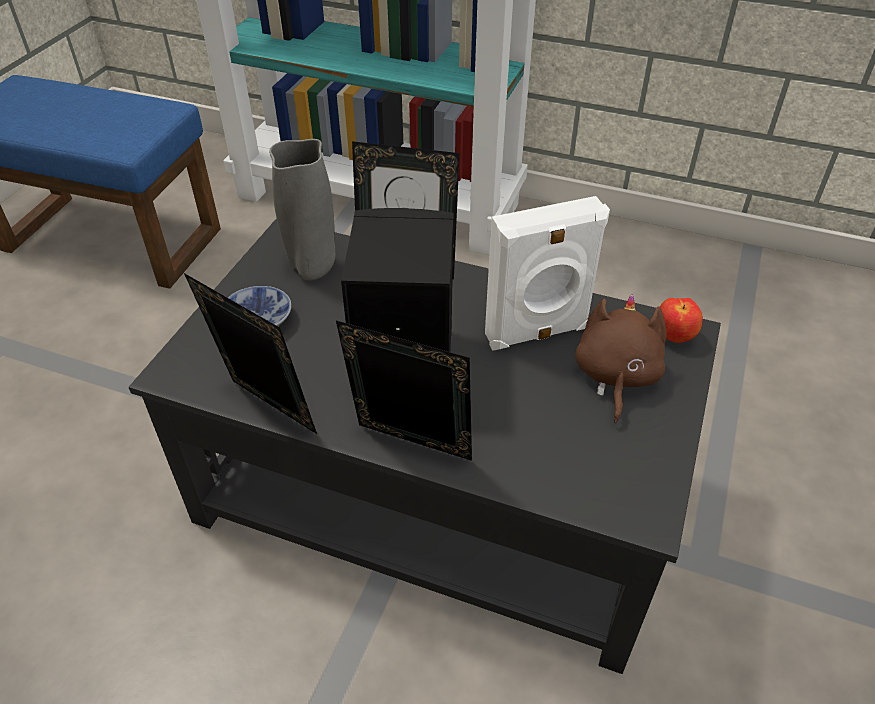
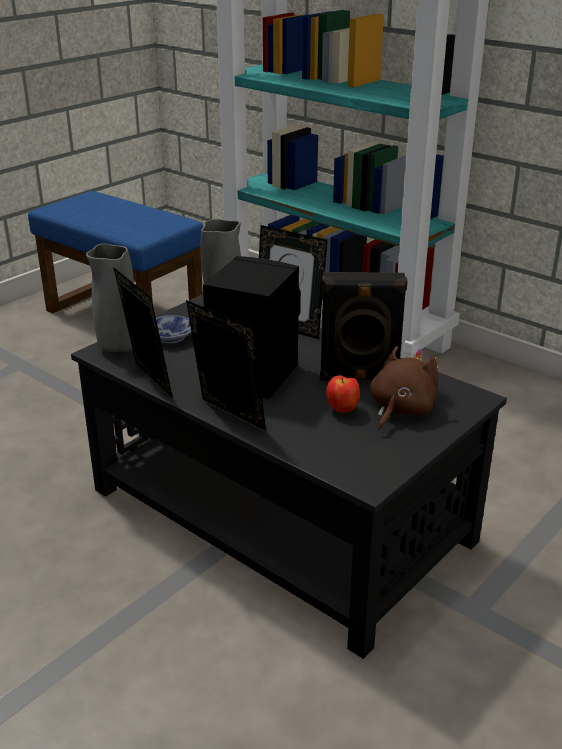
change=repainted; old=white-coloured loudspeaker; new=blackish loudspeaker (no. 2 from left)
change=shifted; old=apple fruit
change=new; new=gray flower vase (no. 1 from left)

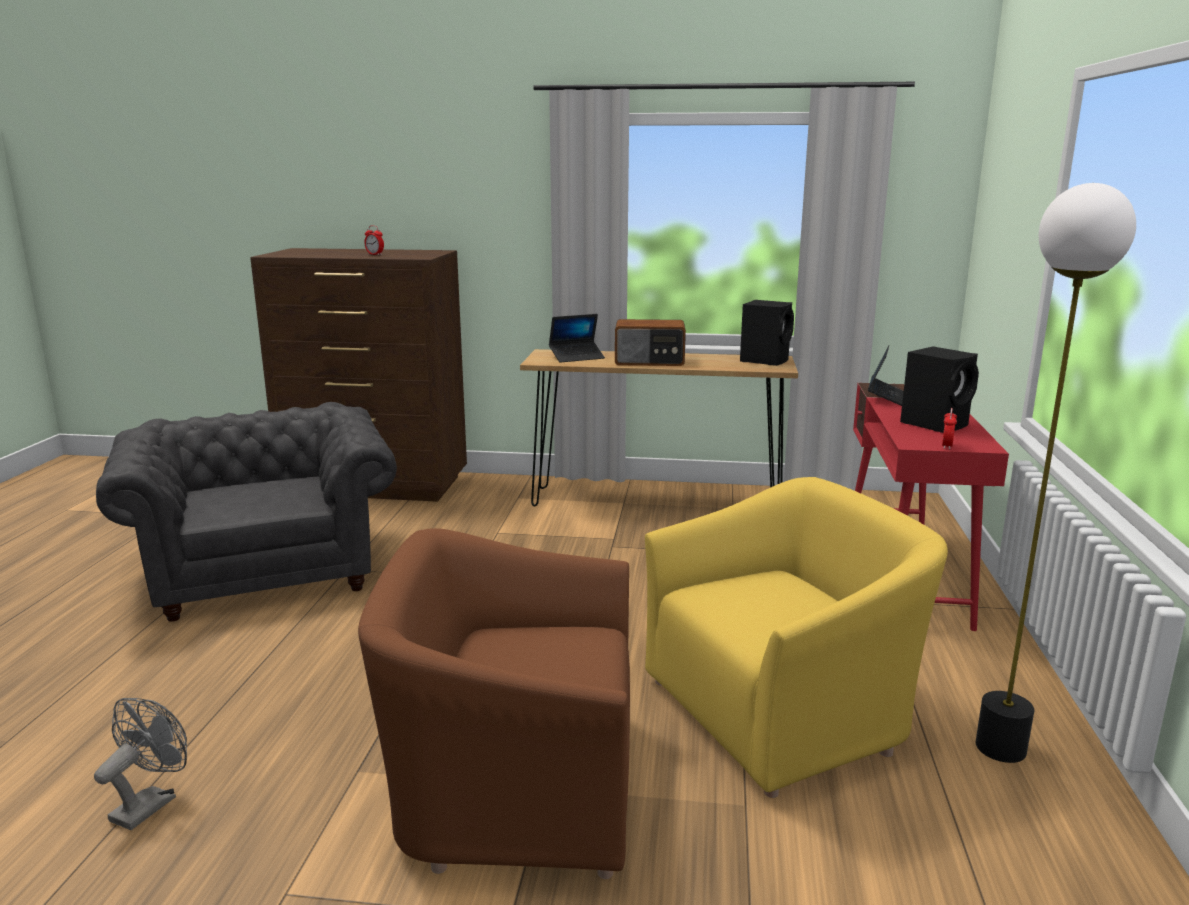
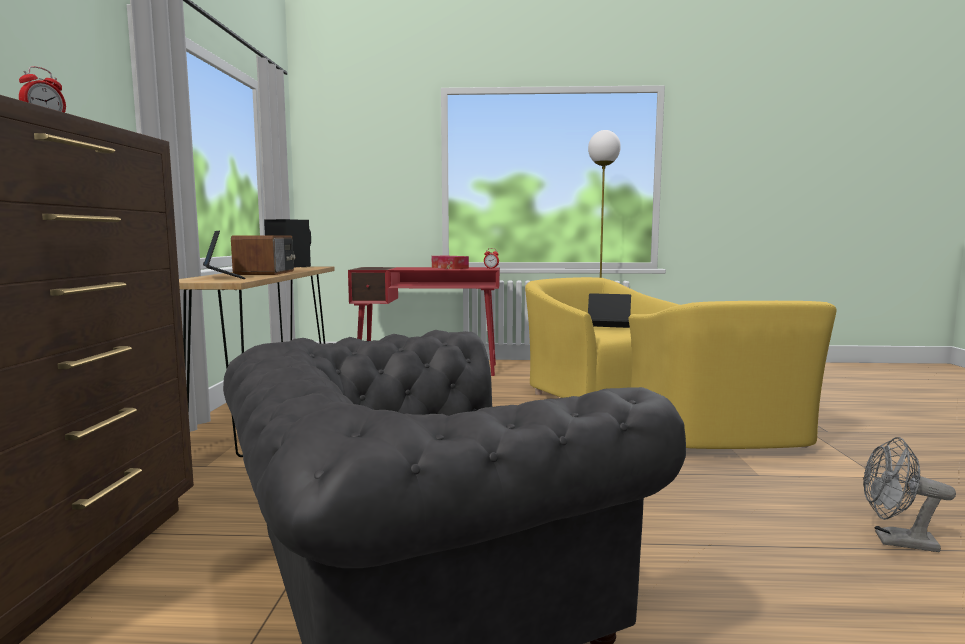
change=repainted; old=brown-coloured armchair; new=yellow-coloured armchair (no. 2 from left)
change=shifted; old=notebook computer (no. 2 from left)
change=swapped; old=blackish loudspeaker (no. 2 from left); new=tissue box

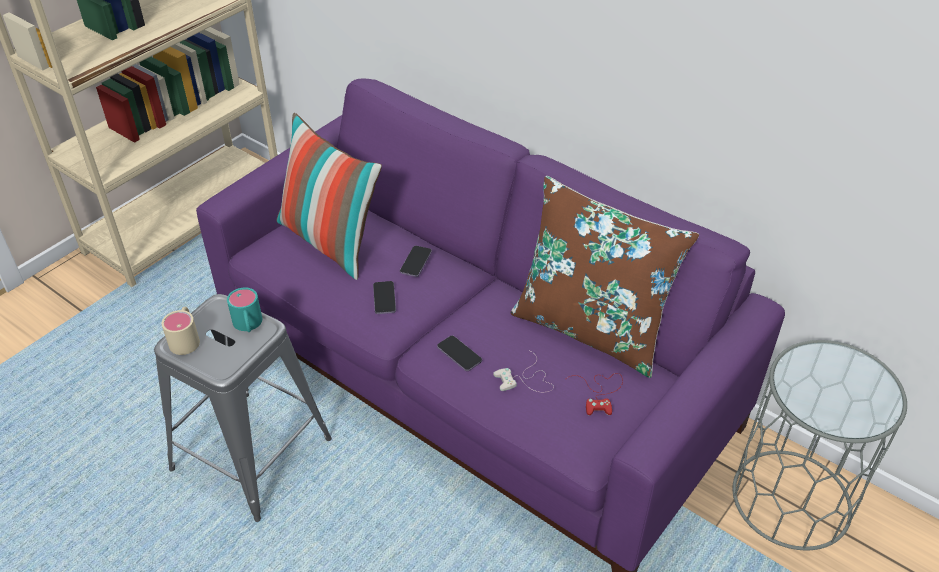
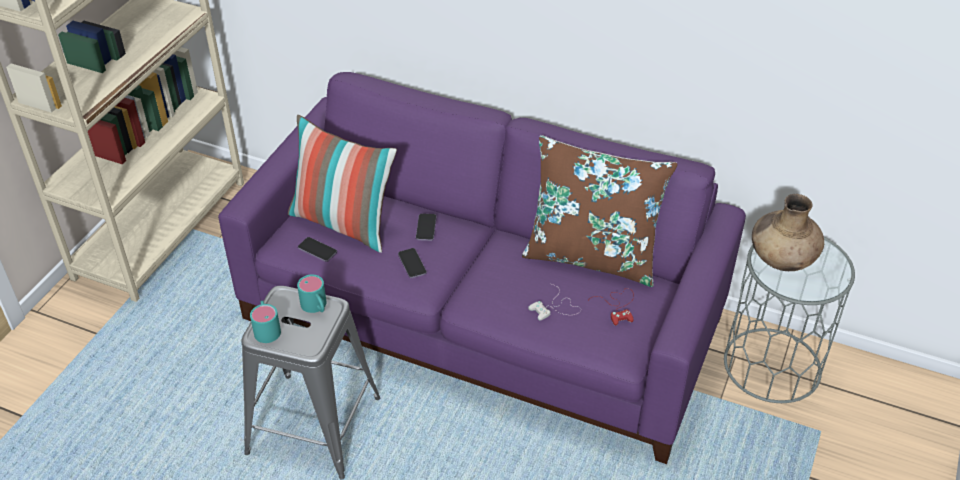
change=repainted; old=sand-coloured tea mug; new=turquoise tea mug (no. 1 from left)
change=shifted; old=phone (no. 3 from left in the first image); new=phone (no. 1 from left)
change=new; new=brown-coloured flower vase

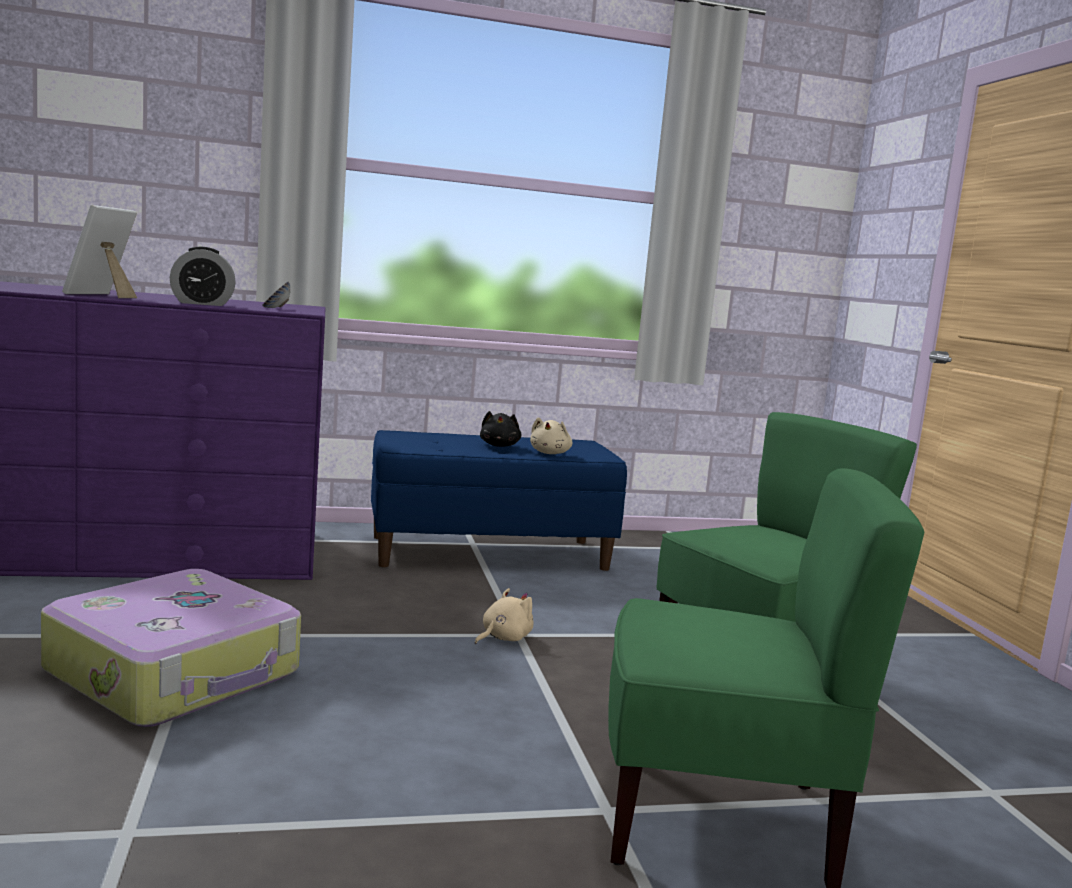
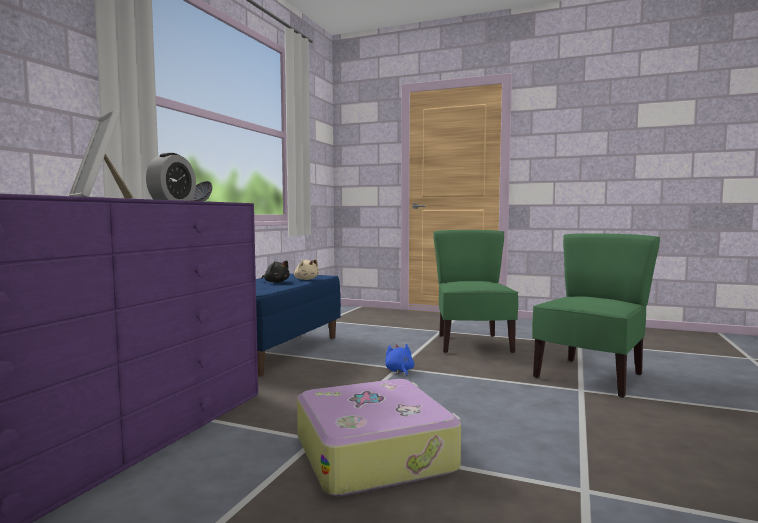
change=repainted; old=sand-coloured cuddly toy (no. 1 from left); new=blue cuddly toy

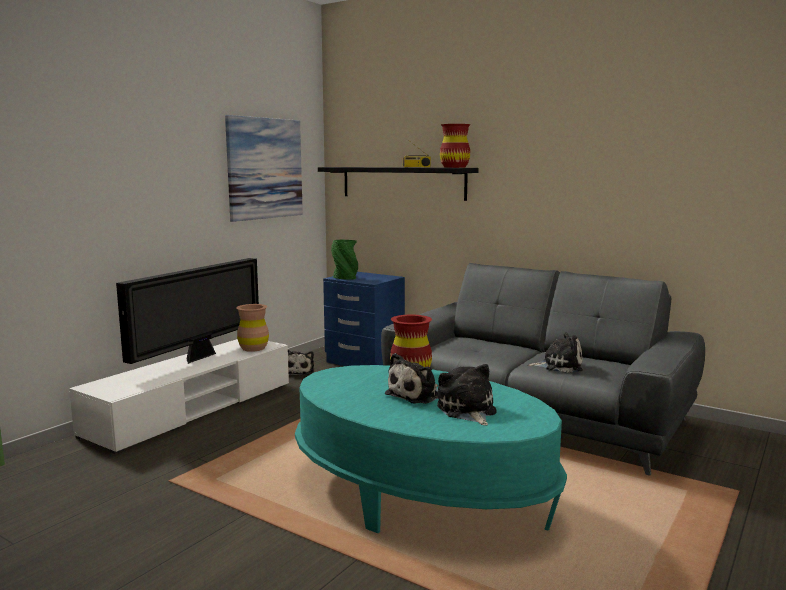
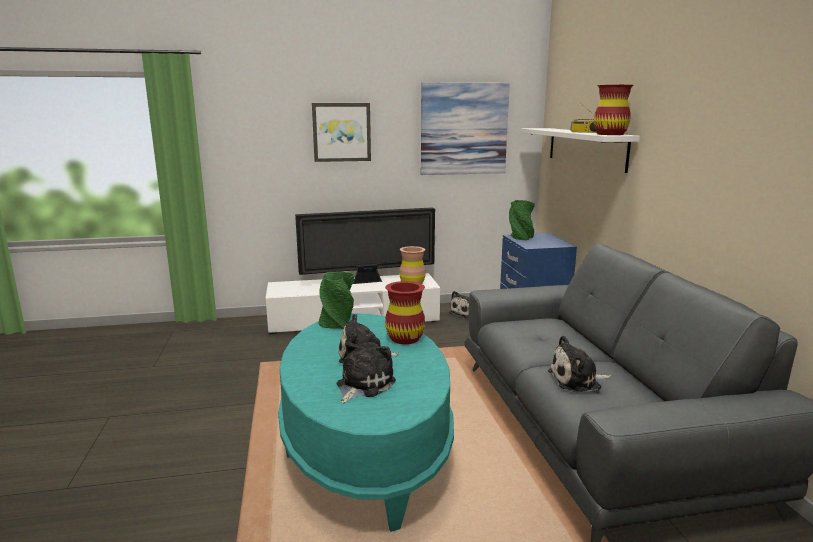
change=repainted; old=blackish bracket shelf; new=white-coloured bracket shelf
change=rotated; old=cuddly toy (no. 4 from left); degrees=120
change=new; new=wall picture (no. 1 from left)
change=new; new=green-coloured flower vase (no. 1 from left)

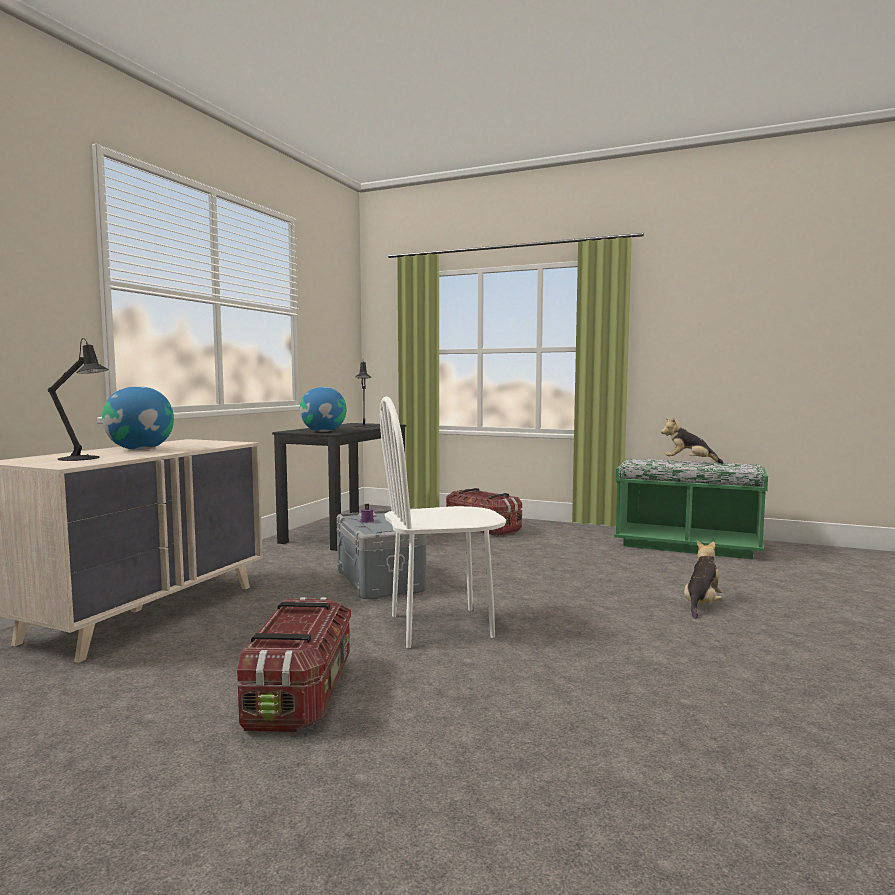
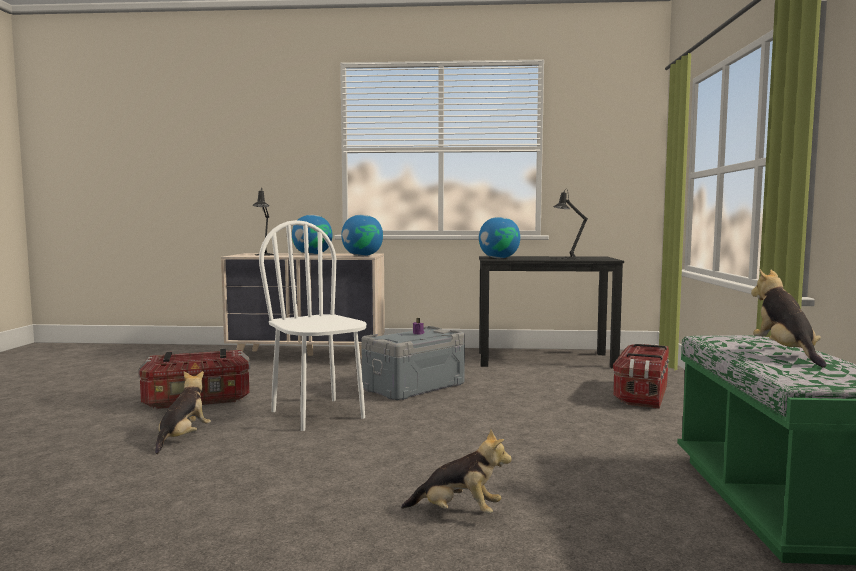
change=new; new=cuddly toy (no. 1 from left)
change=new; new=world globe (no. 2 from left)

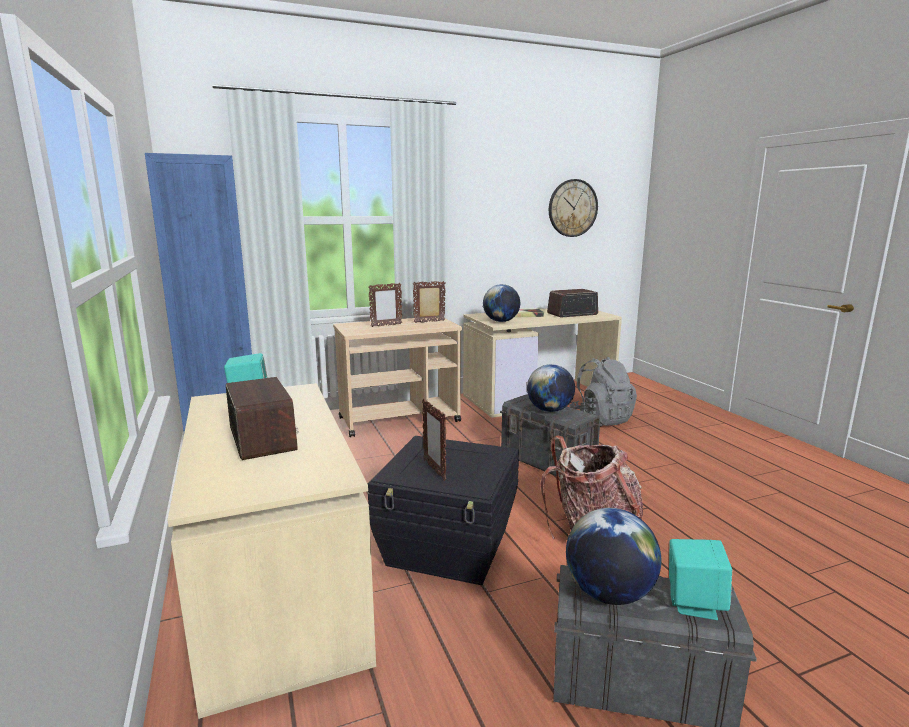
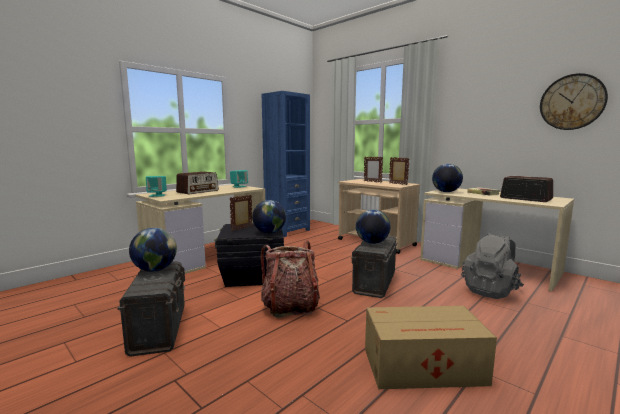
change=shifted; old=turquoise loudspeaker (no. 2 from left in the first image); new=turquoise loudspeaker (no. 1 from left)
change=new; new=world globe (no. 2 from left)
change=new; new=carton

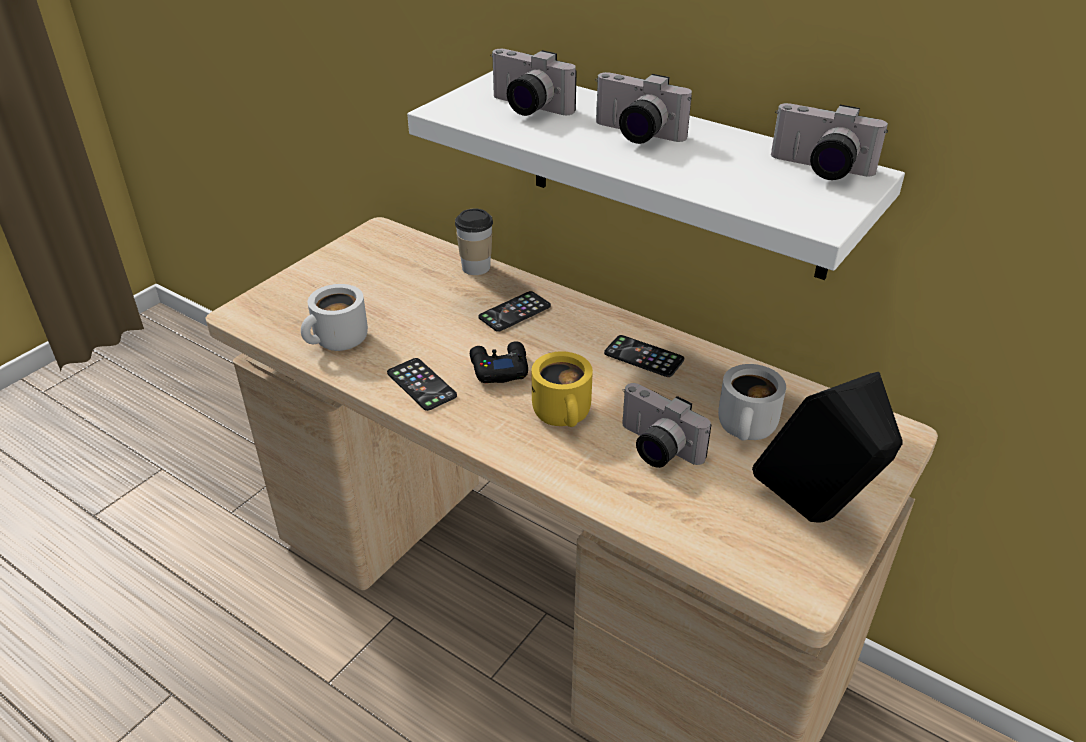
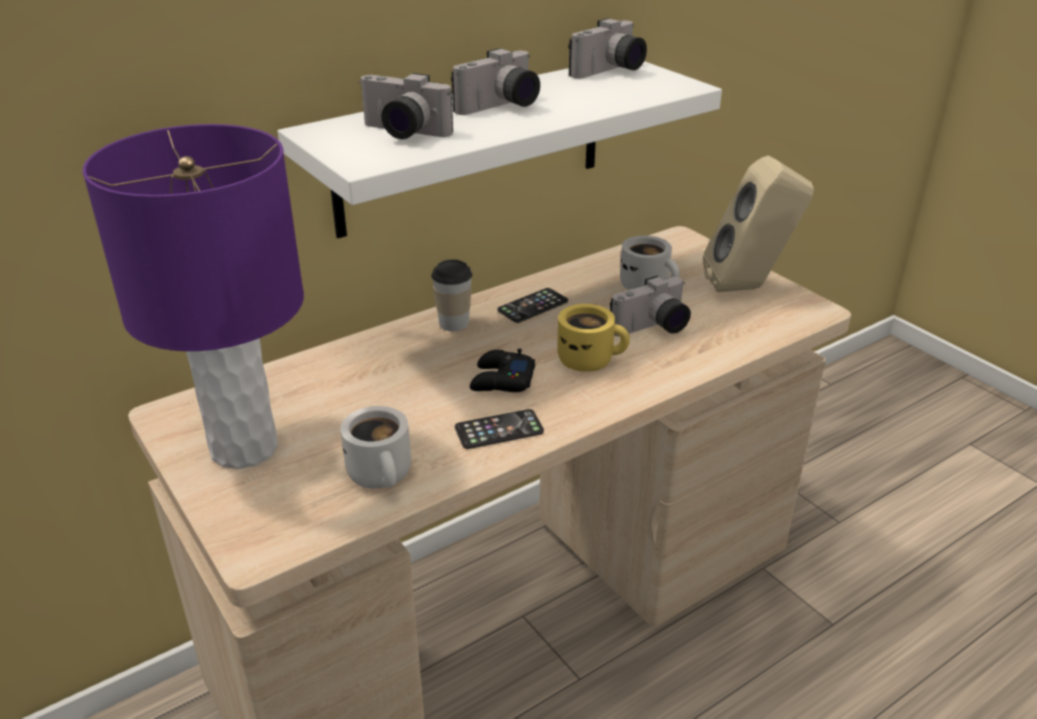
change=shifted; old=small cup
change=gone; old=phone (no. 2 from left)
change=rotated; old=still camera (no. 1 from left); degrees=60
change=repainted; old=blackish loudspeaker; new=sand-coloured loudspeaker
change=new; new=purplish table lamp

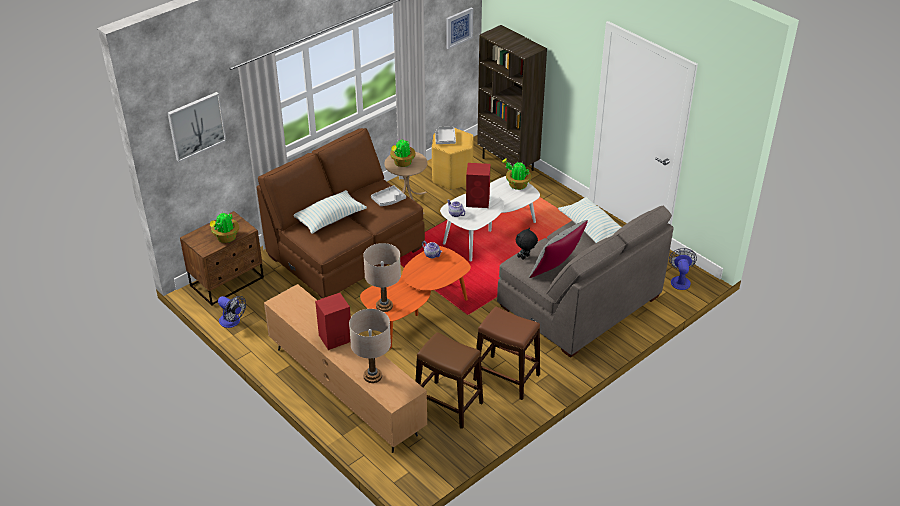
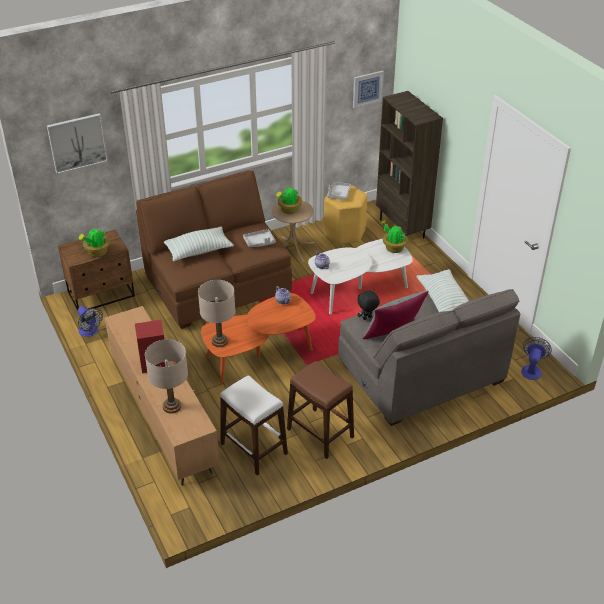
change=repainted; old=brown-coloured stool (no. 1 from left); new=white-coloured stool
change=gone; old=reddish loudspeaker (no. 2 from left)

